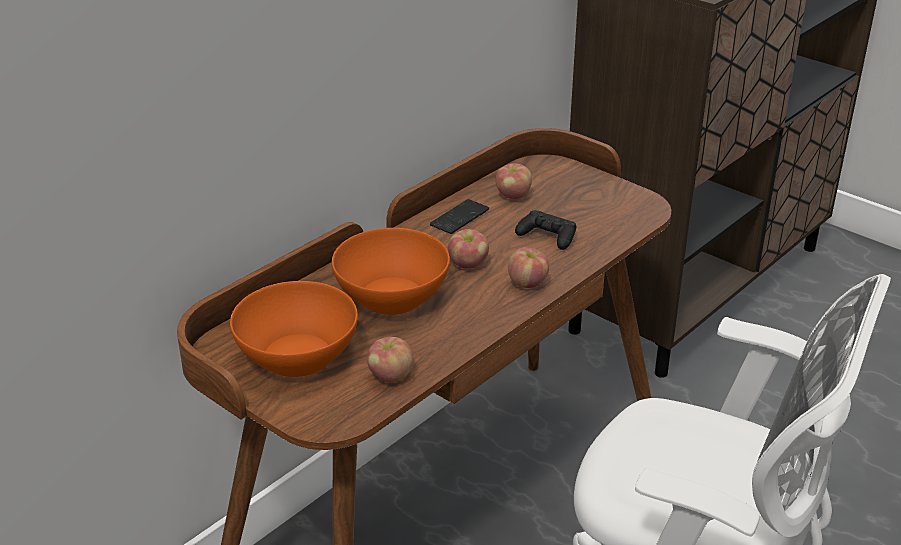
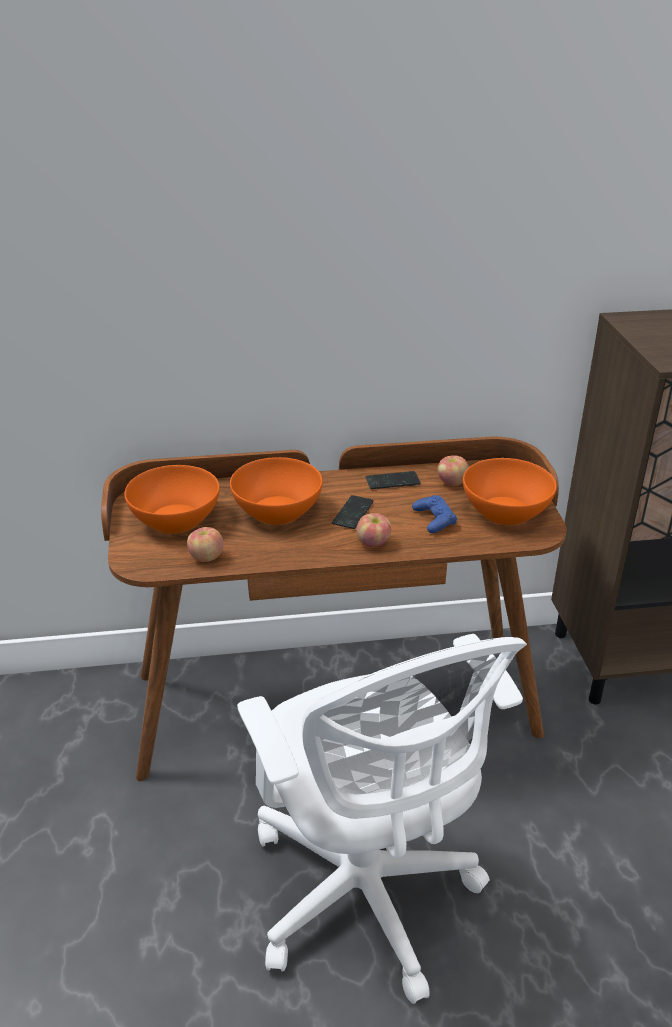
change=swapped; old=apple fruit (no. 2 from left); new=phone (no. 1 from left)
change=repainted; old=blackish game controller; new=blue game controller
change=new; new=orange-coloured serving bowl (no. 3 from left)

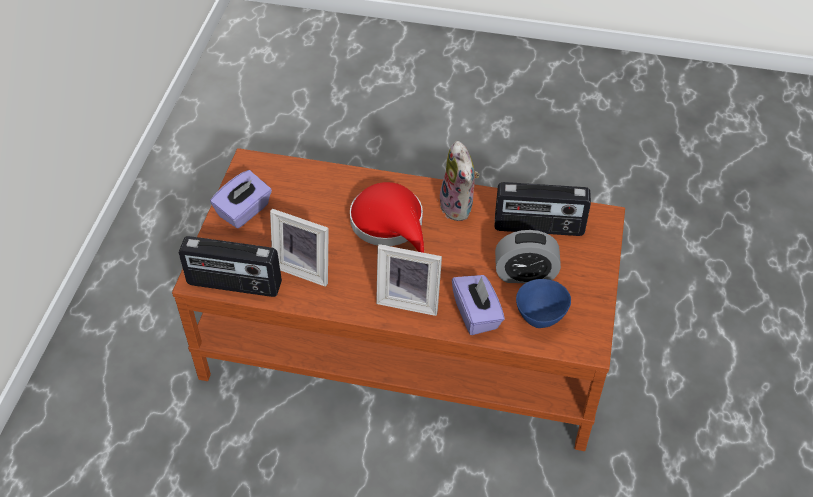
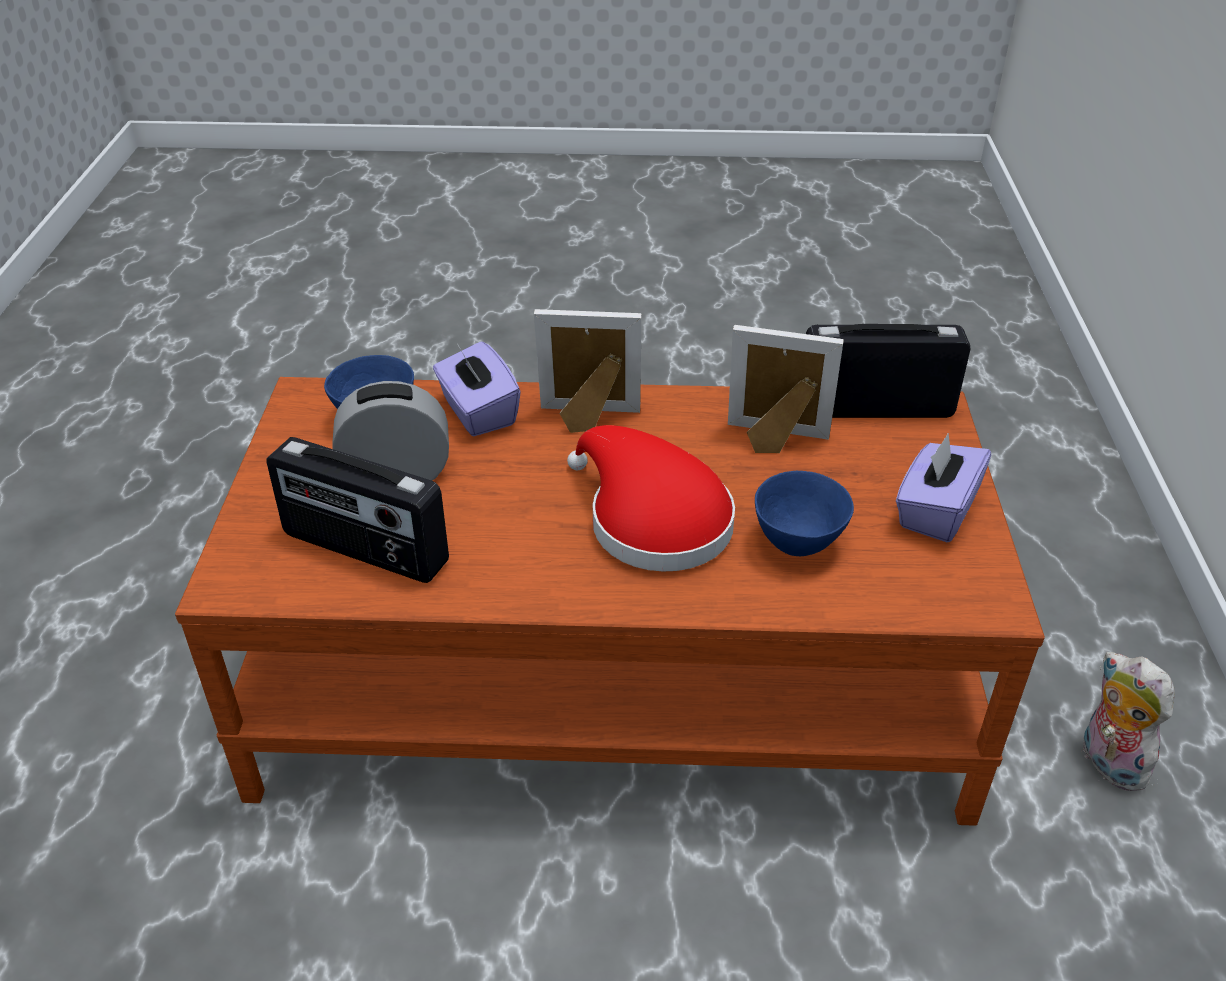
change=shifted; old=cuddly toy
change=rotated; old=radio receiver (no. 2 from left in the first image); degrees=-150
change=new; new=blue serving bowl (no. 2 from left)

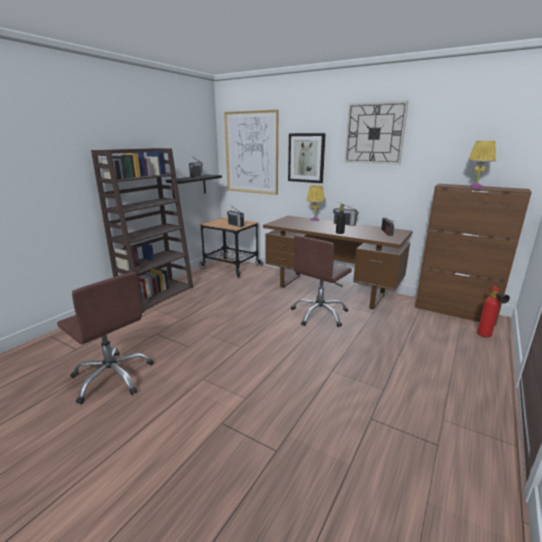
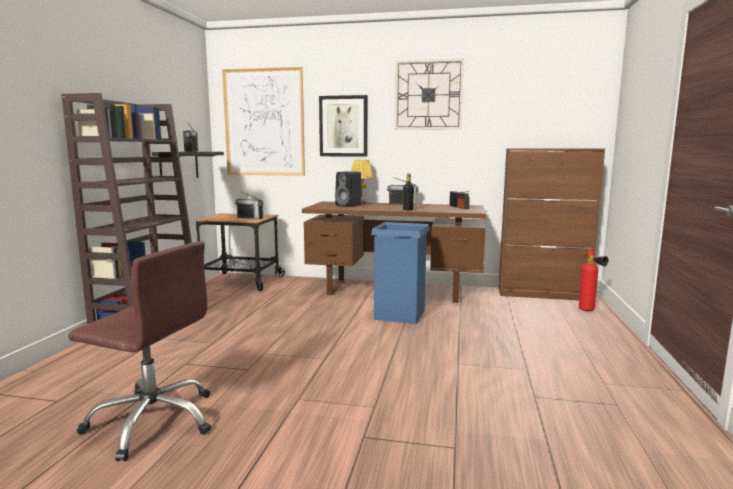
change=swapped; old=brown-coloured office chair (no. 2 from left); new=blue trash can
change=gone; old=yellow-coloured table lamp (no. 2 from left)
change=new; new=blackish loudspeaker

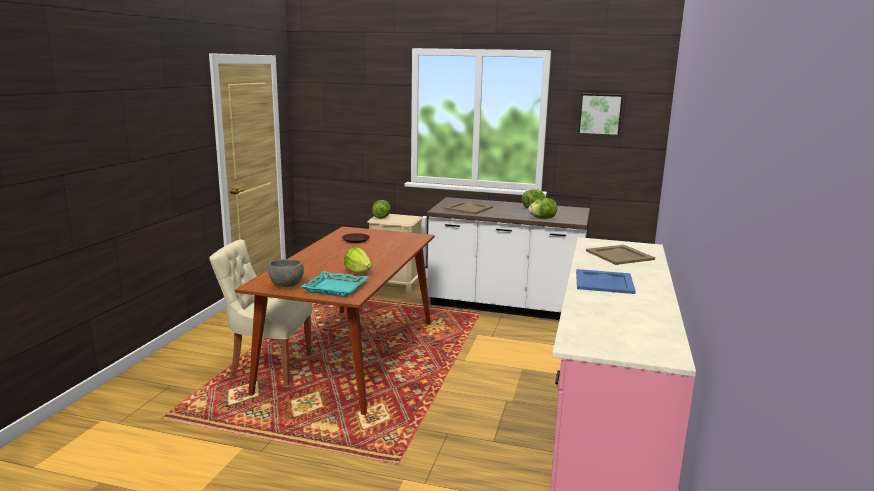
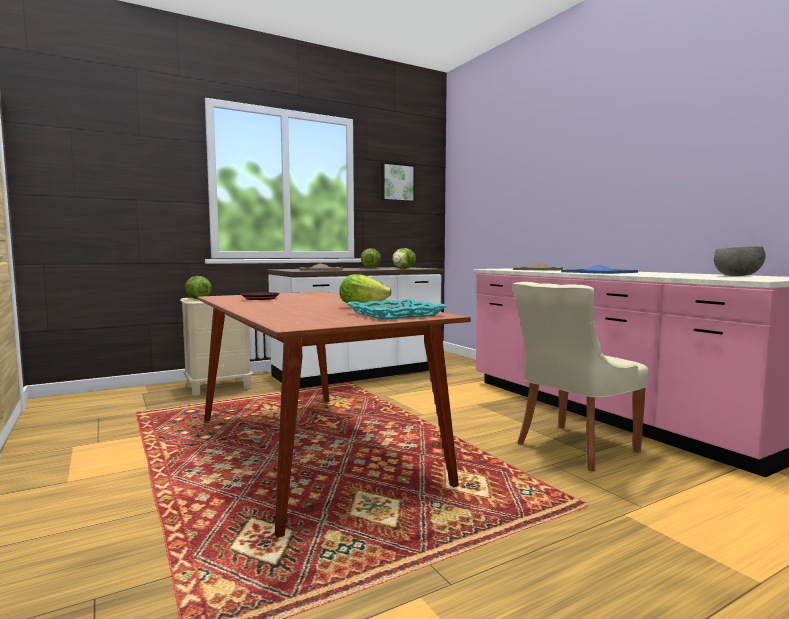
change=shifted; old=sand-coloured chair
change=shifted; old=gray serving bowl

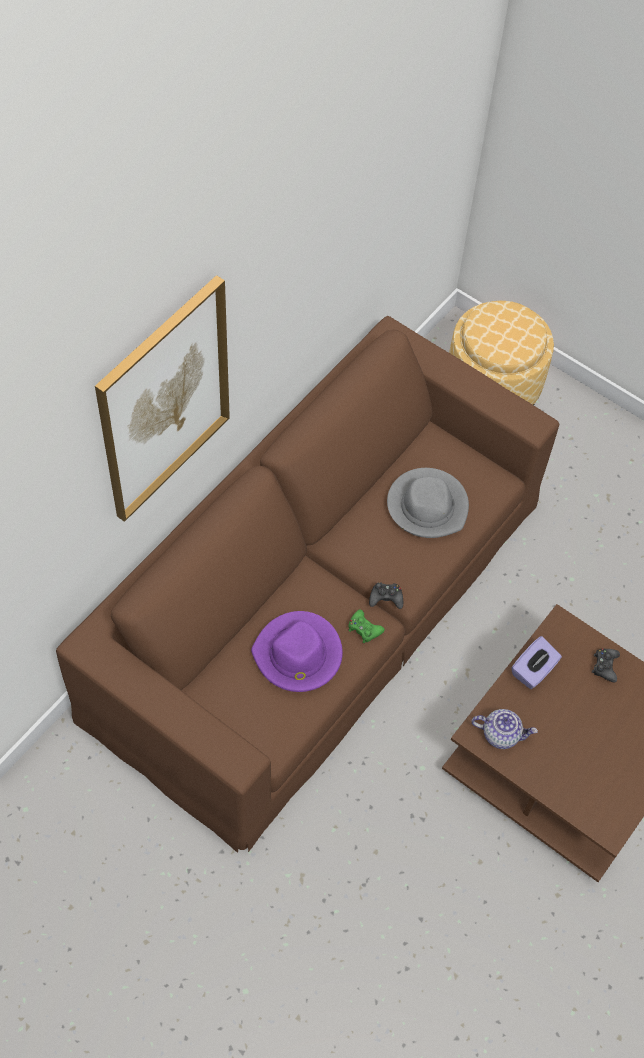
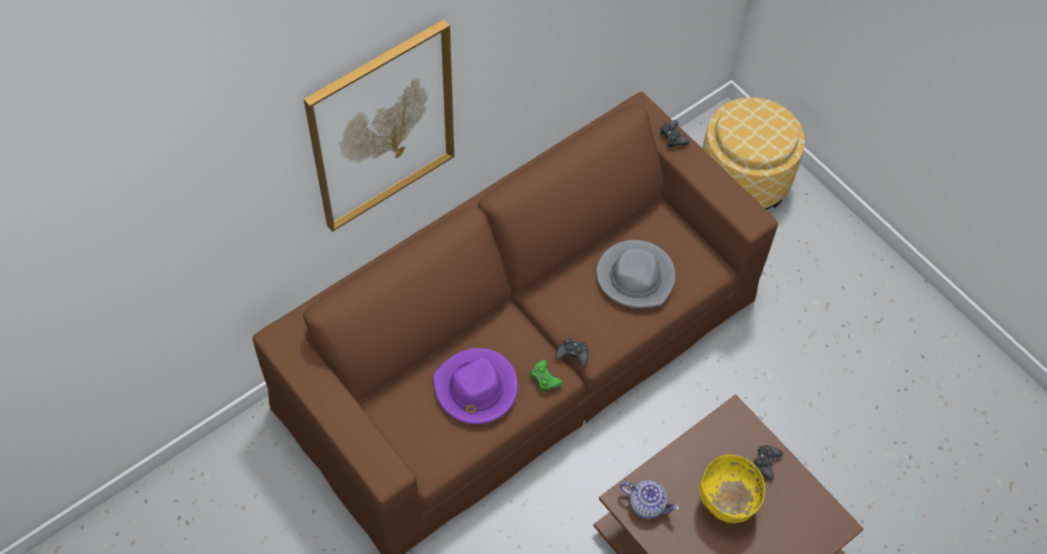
change=gone; old=purplish tissue box
change=new; new=blackish game controller (no. 2 from left)
change=new; new=yellow-coloured serving bowl

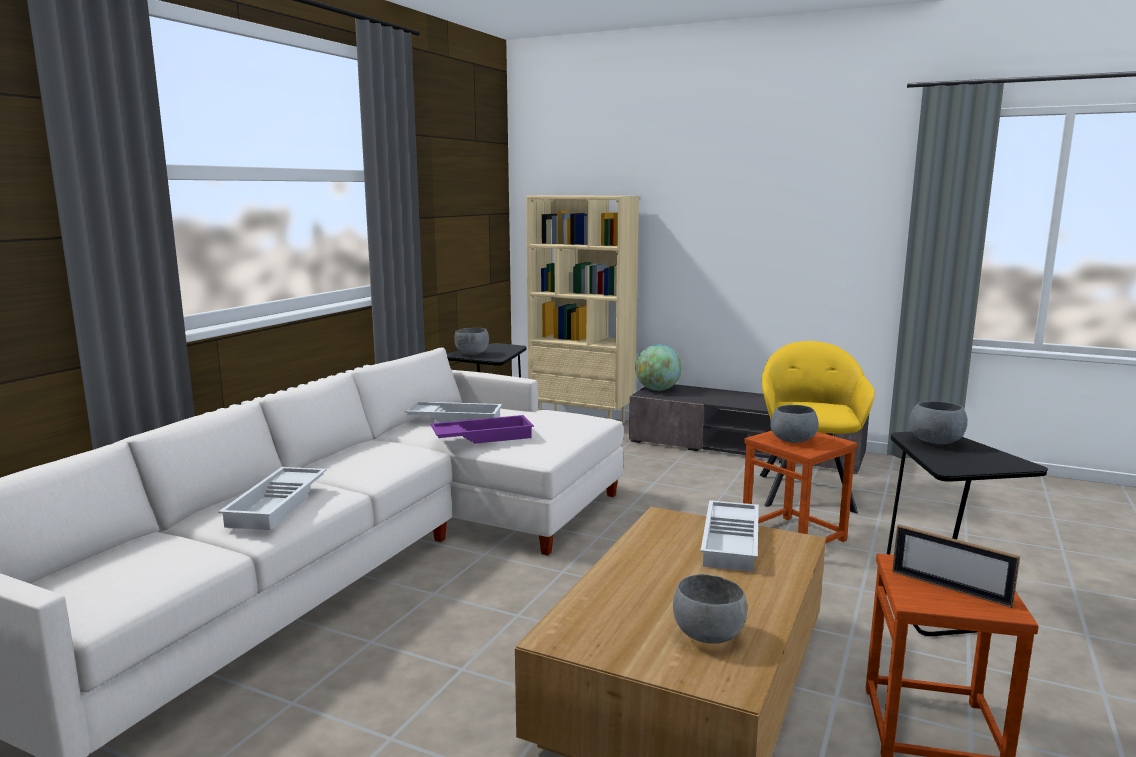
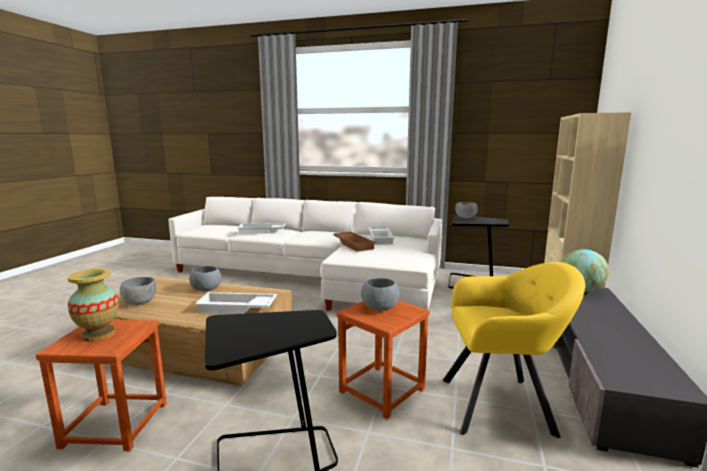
change=repainted; old=purplish tray; new=brown-coloured tray
change=swapped; old=picture frame; new=flower vase
change=shifted; old=gray serving bowl (no. 4 from left in the first image); new=gray serving bowl (no. 2 from left)

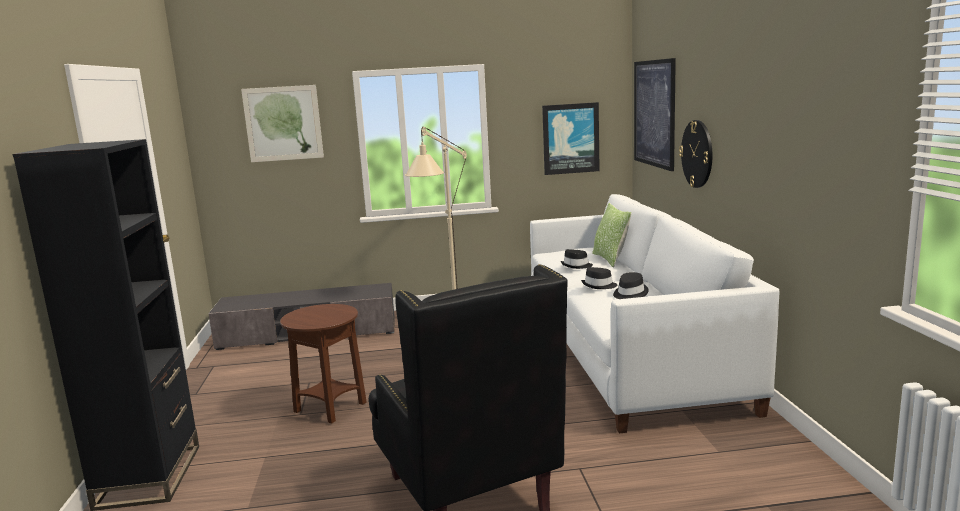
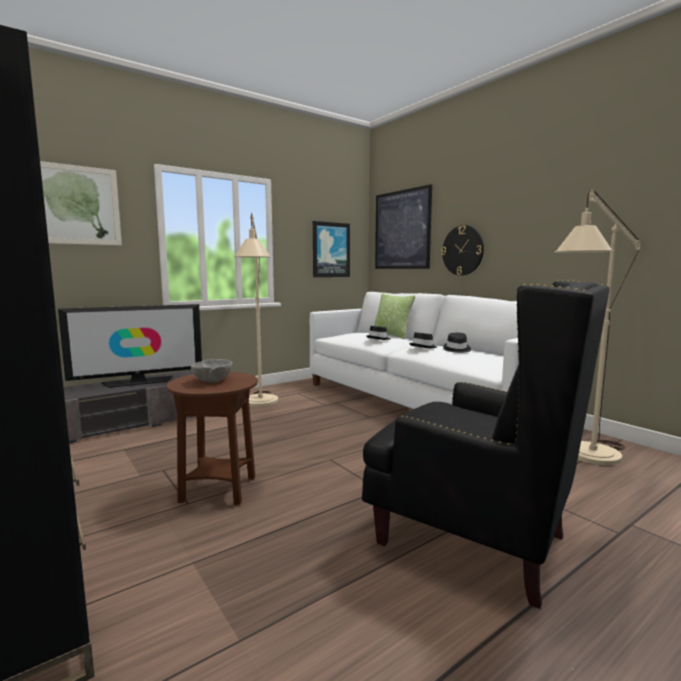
change=new; new=TV
change=new; new=gray serving bowl
change=new; new=sand-coloured floor lamp (no. 2 from left)

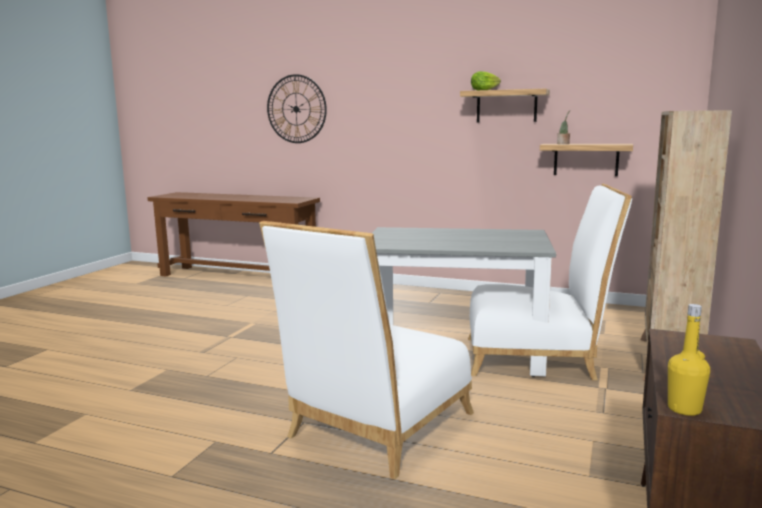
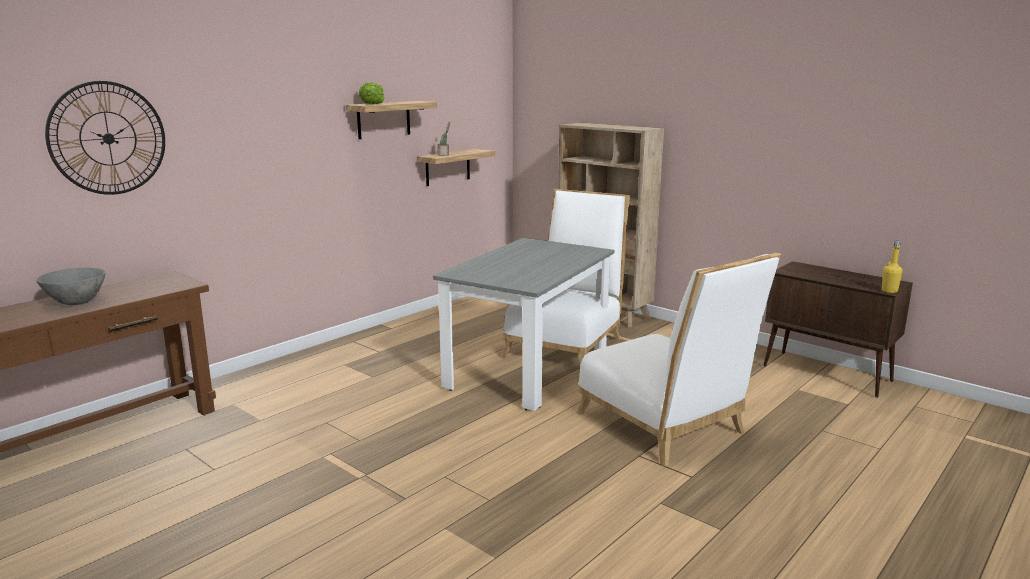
change=new; new=gray serving bowl

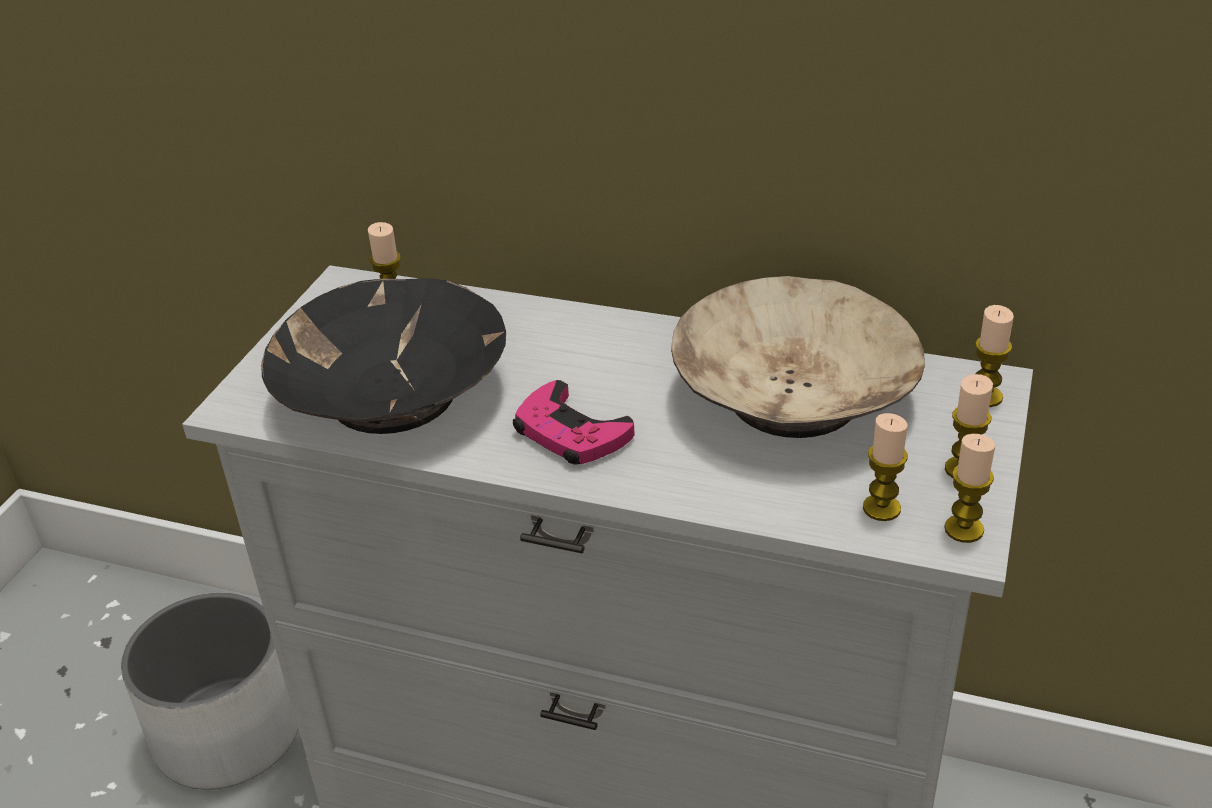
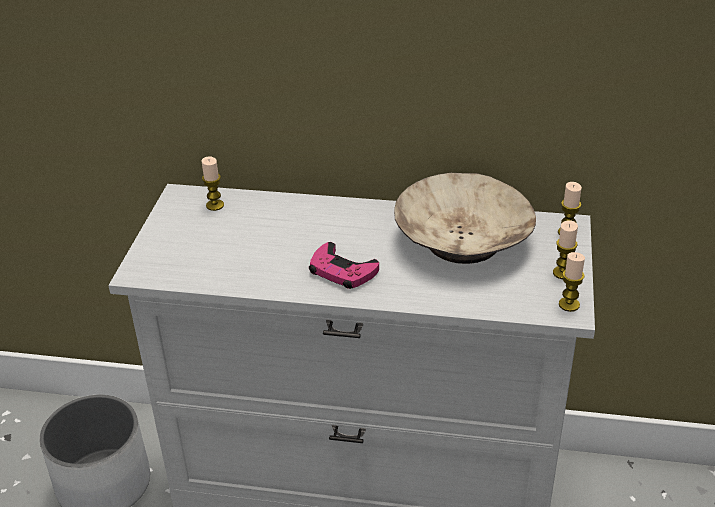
change=gone; old=blackish serving bowl
change=gone; old=wax light (no. 2 from left)

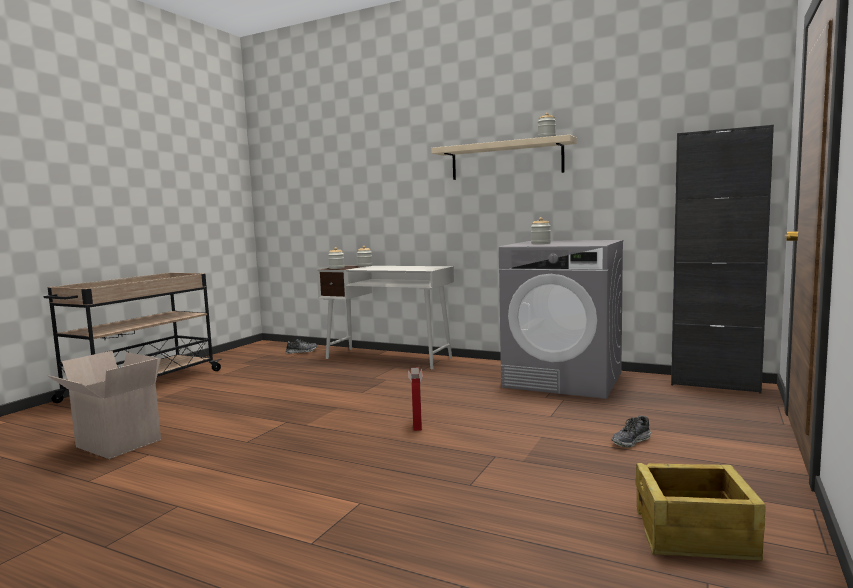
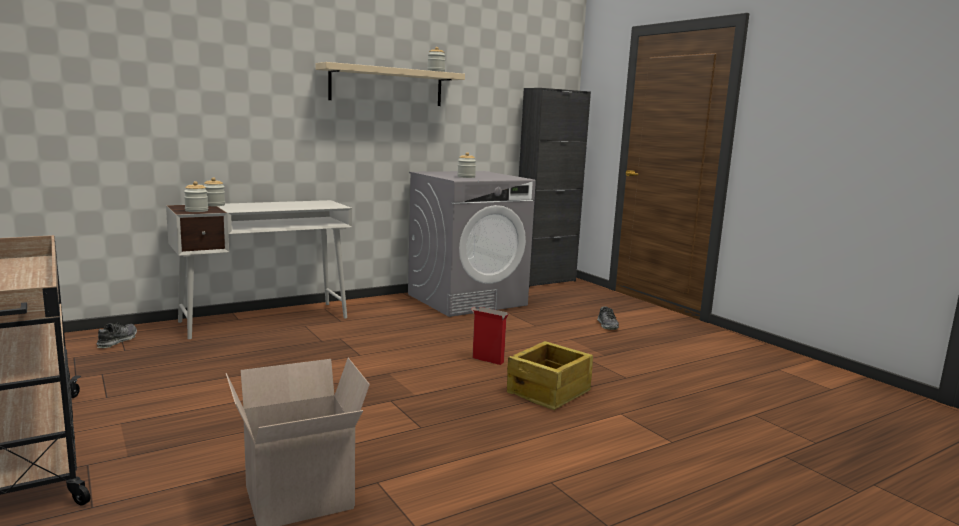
change=shifted; old=shipping crate

